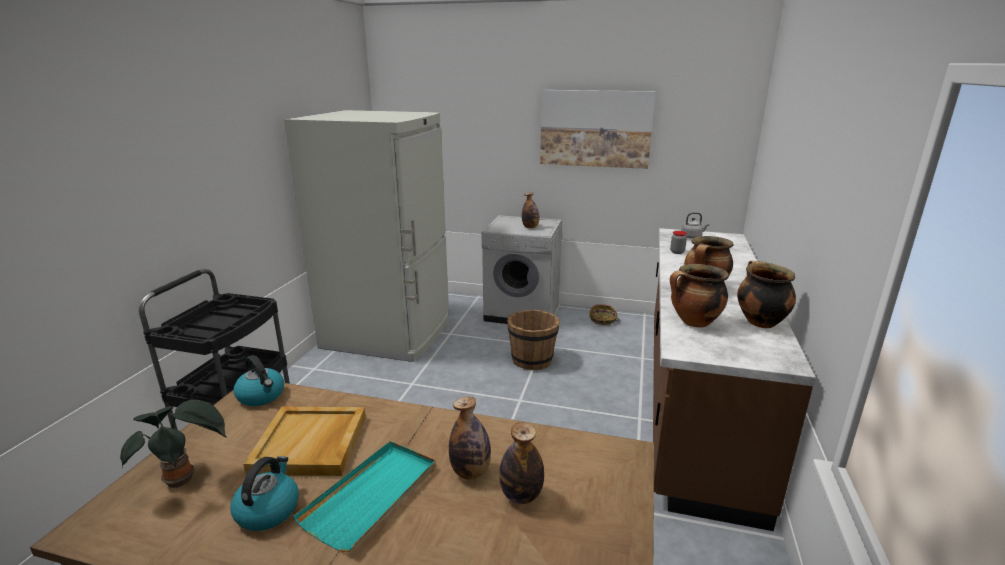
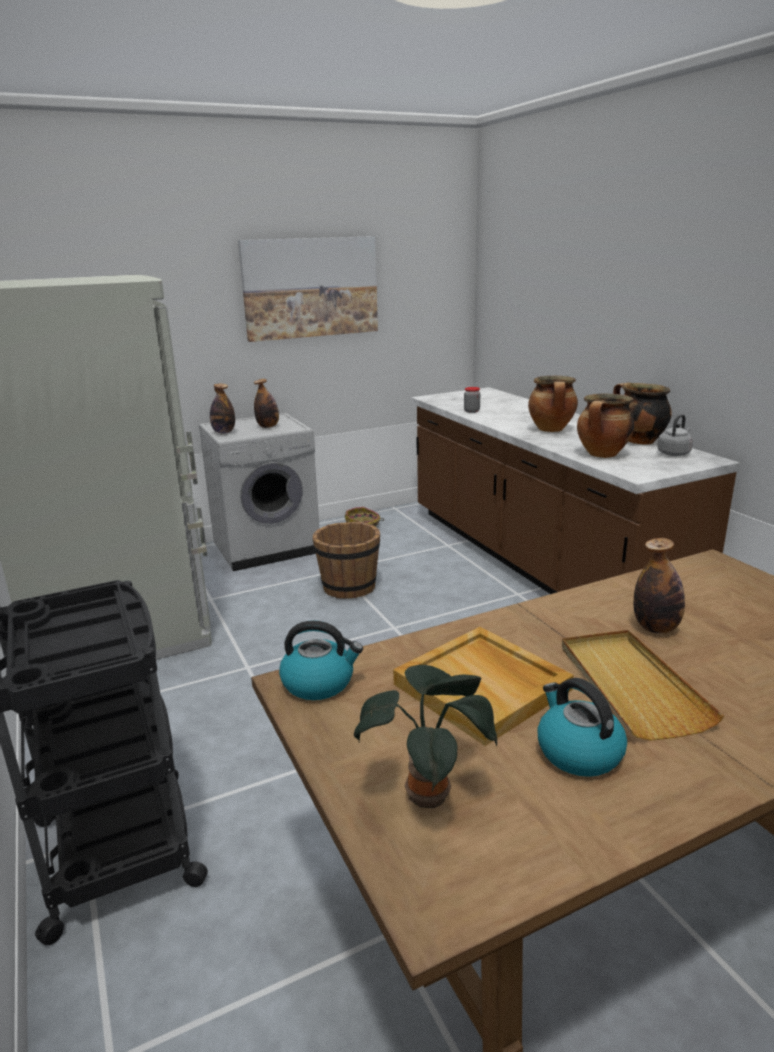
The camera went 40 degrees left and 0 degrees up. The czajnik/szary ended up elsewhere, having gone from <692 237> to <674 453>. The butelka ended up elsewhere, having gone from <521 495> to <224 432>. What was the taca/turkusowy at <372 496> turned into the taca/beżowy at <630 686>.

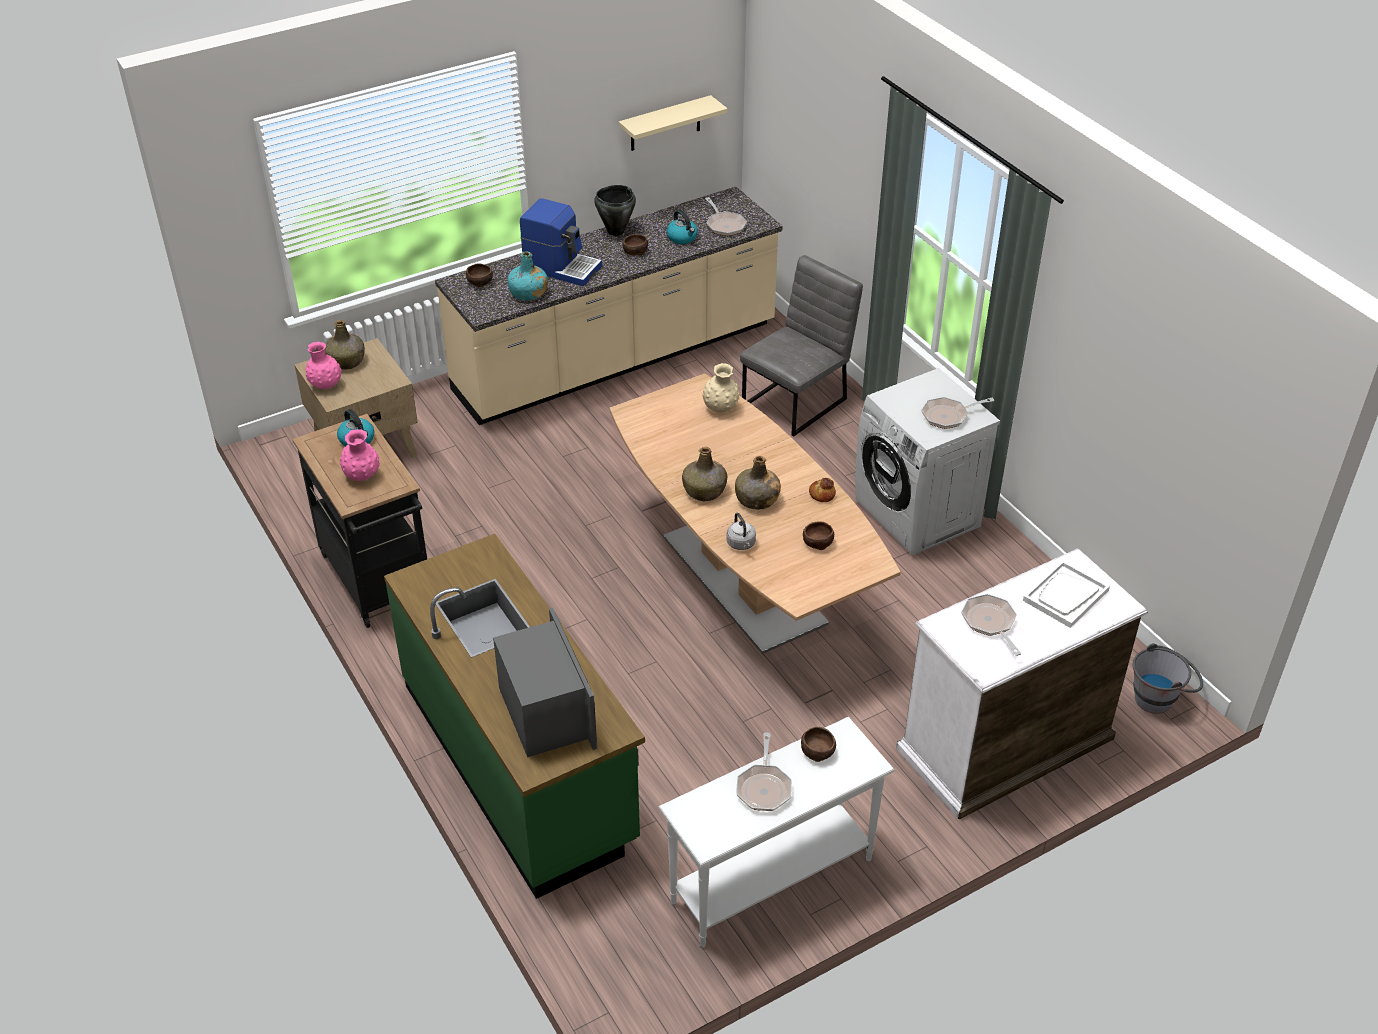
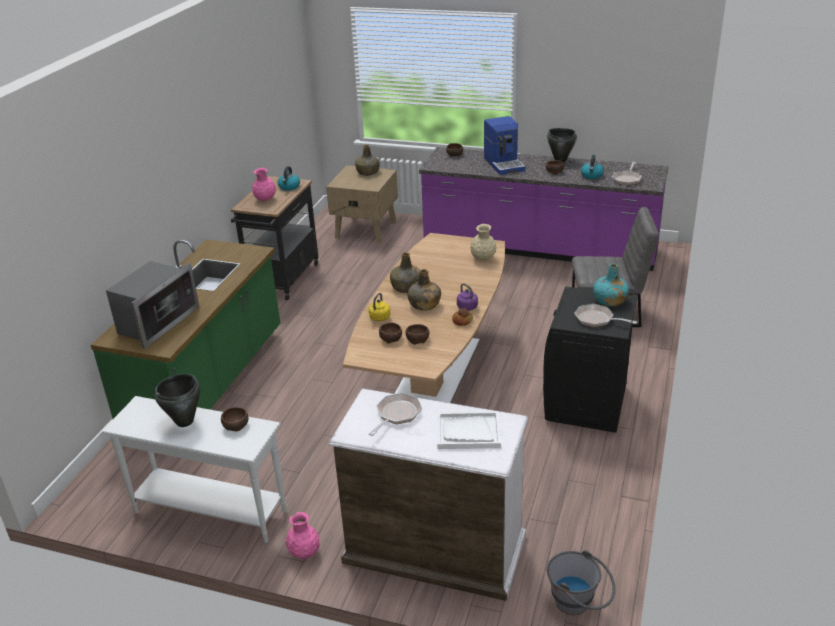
The camera went 50 degrees right and 10 degrees down. The second view lost the półka/beżowy at <665 124>. What was the zabudowa kuchenna/beżowy at <616 360> turned into the zabudowa kuchenna/fioletowy at <539 249>. The butelka/turkusowy ended up elsewhere, having gone from <528 293> to <609 300>. The wazon/różowy ended up elsewhere, having gone from <325 385> to <304 553>. What was the pralka/biały at <917 515> turned into the pralka/czarny at <585 404>. What was the czajnik/szary at <741 544> turned into the czajnik/żółty at <379 318>. Where the patelnia stood at <764 787>, the garnek/czarny came to stand at <185 421>. The second view gained the czajnik/fioletowy at <468 307>. The second view gained the miska/brązowy at <391 338>.

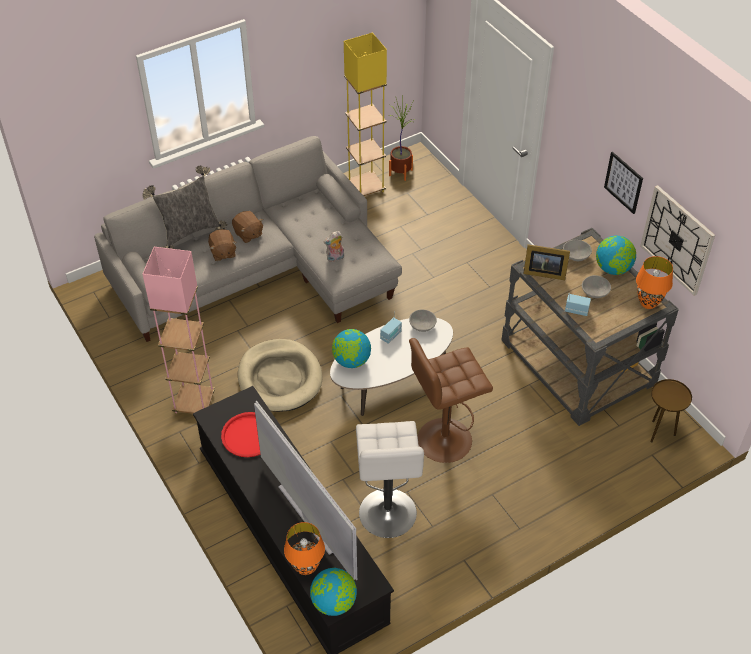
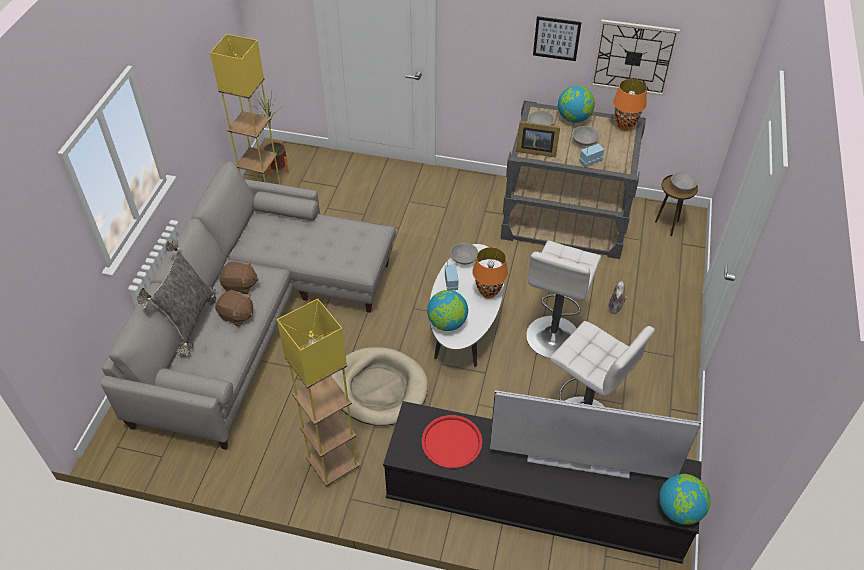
The camera went 45 degrees left and 0 degrees up. The pluszak ended up elsewhere, having gone from <335 258> to <616 308>. The ramka na zdjęcie at <543 272> ended up facing another way, 45 degrees clockwise from before. What was the lampa stojąca/różowy at <194 403> turned into the lampa stojąca/żółty at <333 465>. What was the stołek/brązowy at <443 440> turned into the stołek/biały at <552 337>. The lampa stołowa/pomarańczowy ended up elsewhere, having gone from <305 568> to <488 293>. The second view gained the miska/szary at <682 187>.

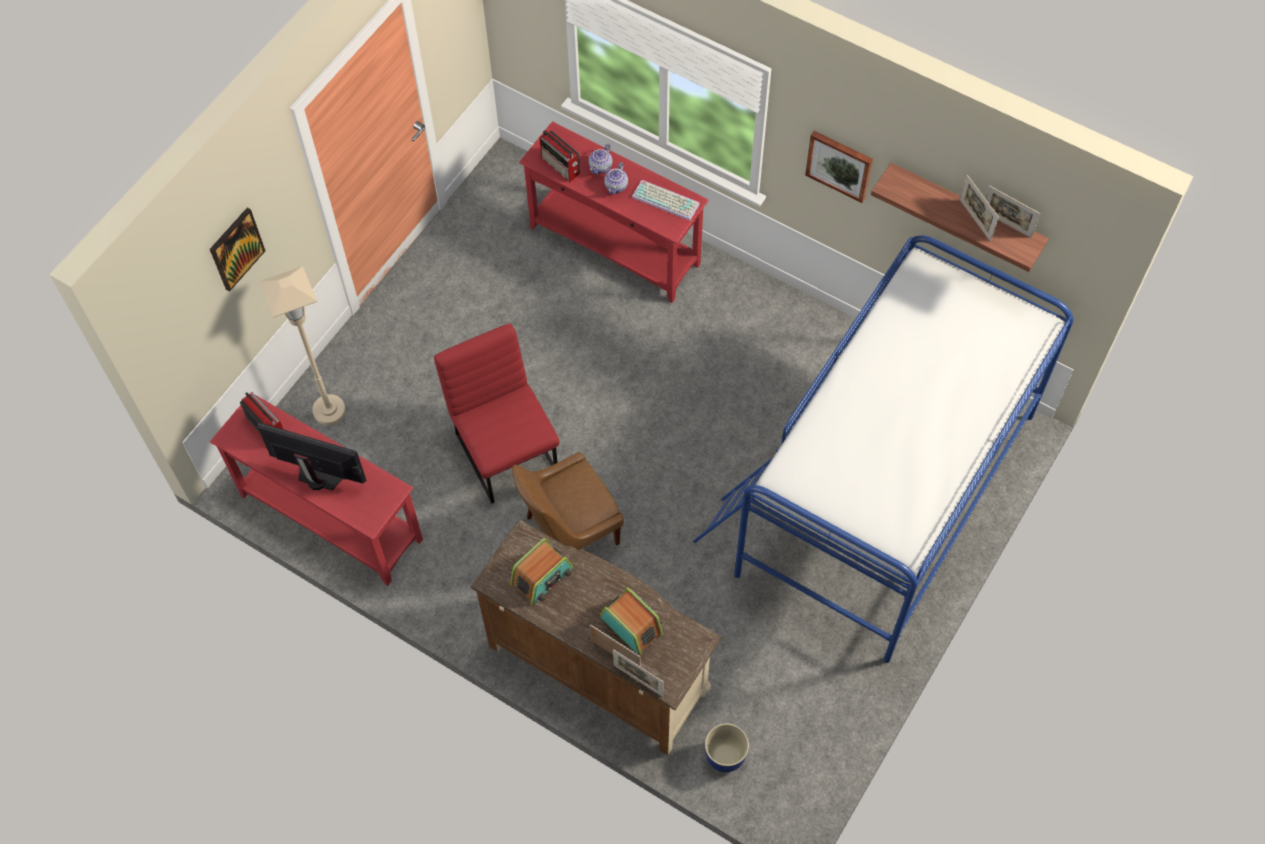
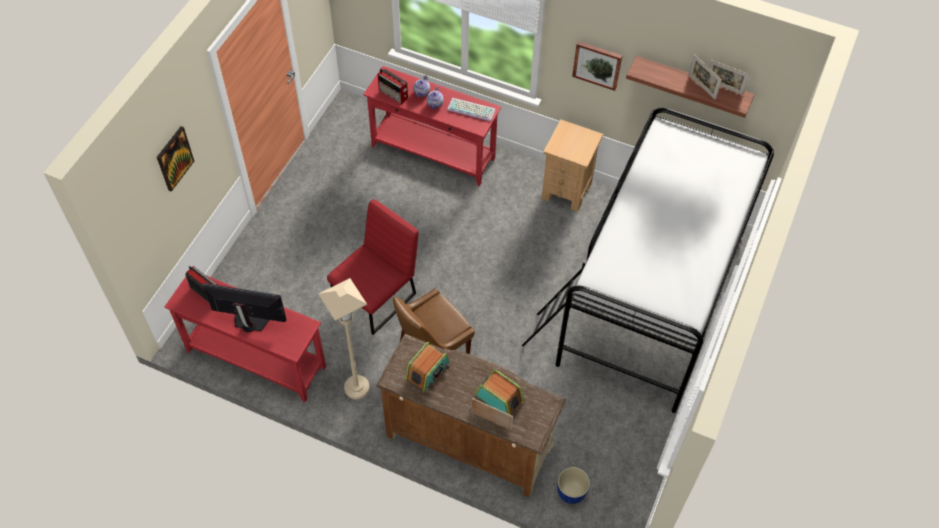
The camera went 10 degrees left and 5 degrees down. What was the łóżko/niebieski at <881 496> turned into the łóżko/czarny at <649 299>. The lampa stojąca/beżowy ended up elsewhere, having gone from <329 411> to <357 388>. The krzesło/czerwony at <506 450> ended up facing another way, 75 degrees clockwise from before. The second view lost the ramka na zdjęcie at <638 680>. The second view gained the szafka nocna/beżowy at <566 191>.

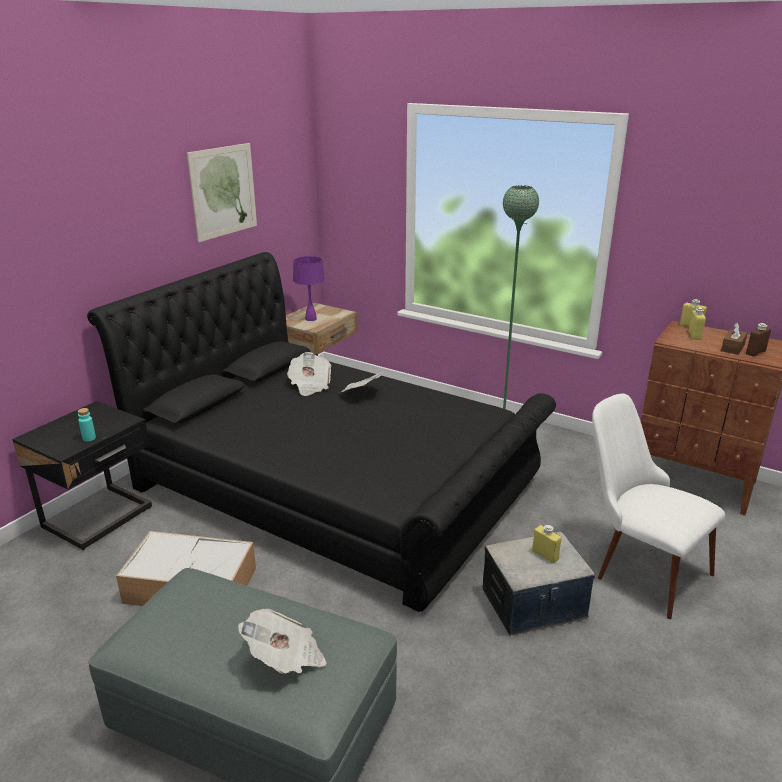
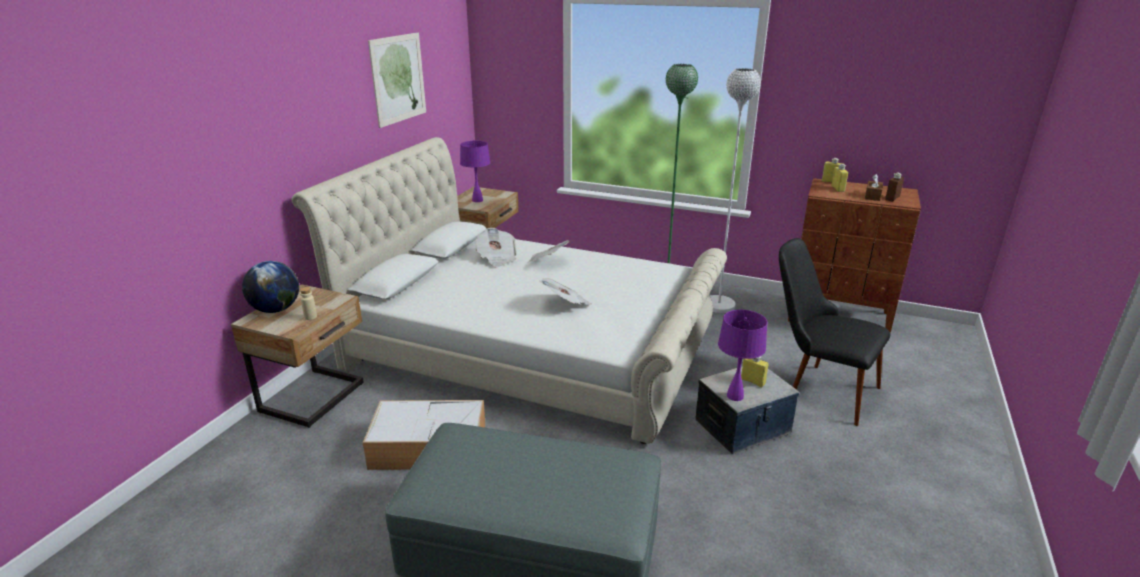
The camera went 10 degrees left and 0 degrees up. What was the łóżko/czarny at <334 482> turned into the łóżko/beżowy at <530 345>. What was the krzesło/biały at <637 566> turned into the krzesło/czarny at <817 388>. What was the szafka nocna/czarny at <100 518> turned into the szafka nocna/beżowy at <315 398>. What was the butelka/turkusowy at <89 438> turned into the butelka/beżowy at <310 317>. The gazeta ended up elsewhere, having gone from <285 658> to <566 304>. The second view gained the lampa stojąca/biały at <719 305>. The second view gained the globus at <276 310>. The second view gained the lampa stołowa/fioletowy at <735 396>.

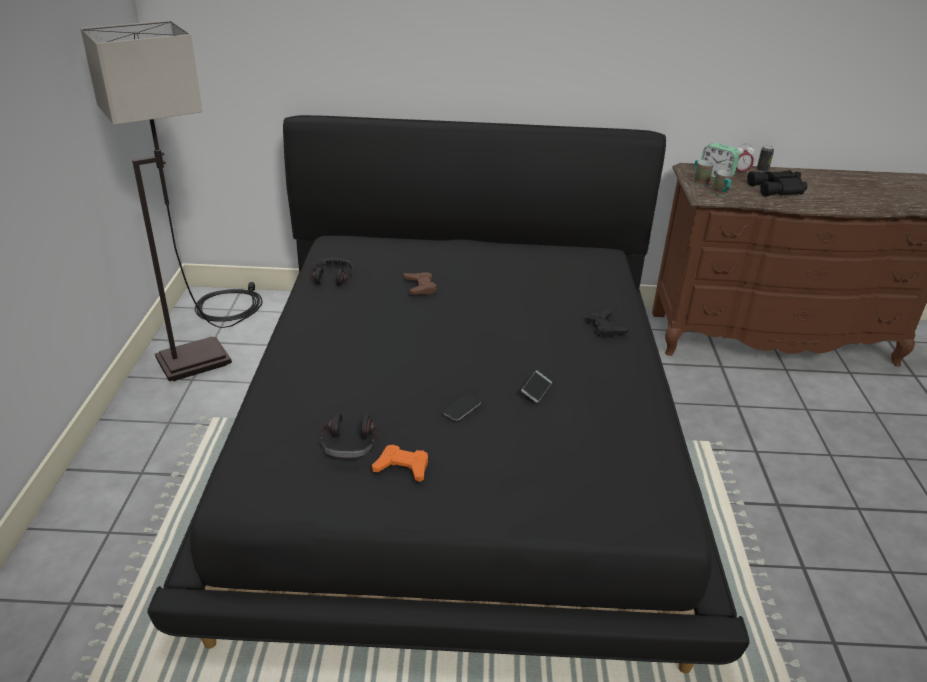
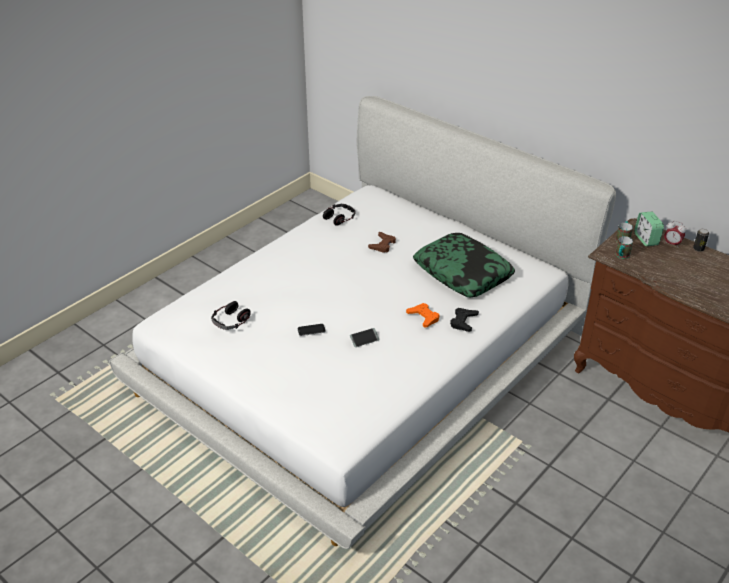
The camera went 40 degrees right and 5 degrees up. The second view lost the lampa stojąca at <215 330>. What was the łóżko/czarny at <459 436> turned into the łóżko/biały at <364 356>. The second view lost the lornetka/czarny at <777 189>. The pad do gier/pomarańczowy ended up elsewhere, having gone from <402 467> to <423 317>. The second view gained the poduszka at <463 273>.

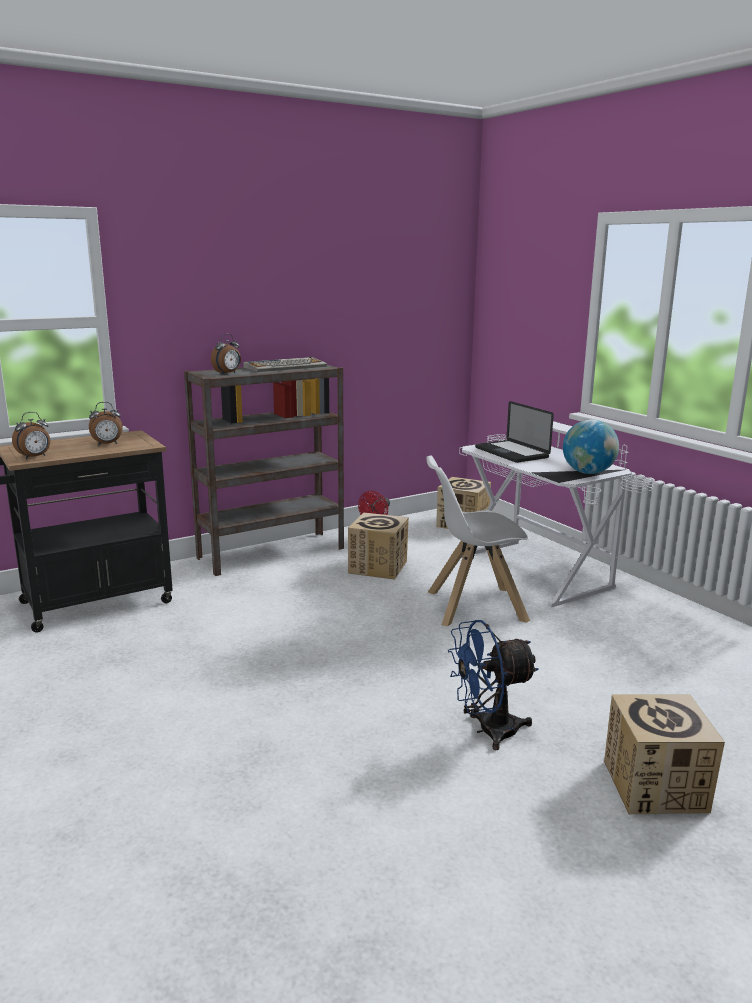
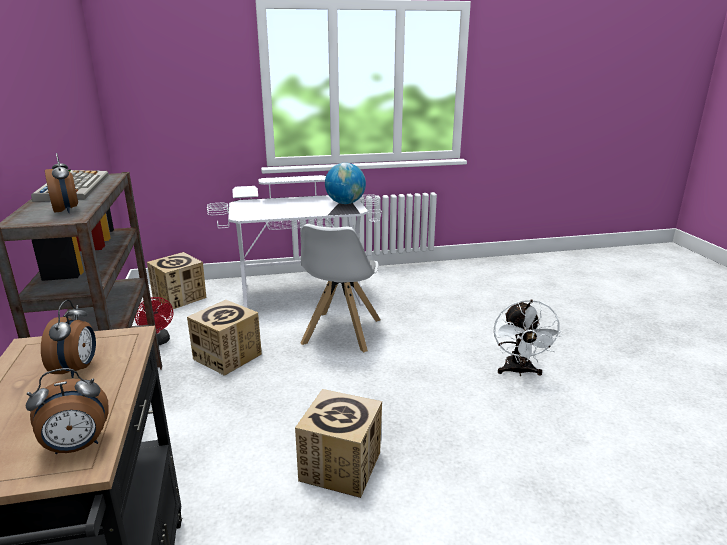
The camera went 70 degrees left and 5 degrees up. The second view lost the laptop at <511 453>. The budzik at <35 457> ended up facing another way, 90 degrees clockwise from before. What was the wentylator/niebieski at <488 731> turned into the wentylator/biały at <519 371>. The karton ended up elsewhere, having gone from <655 786> to <341 466>.

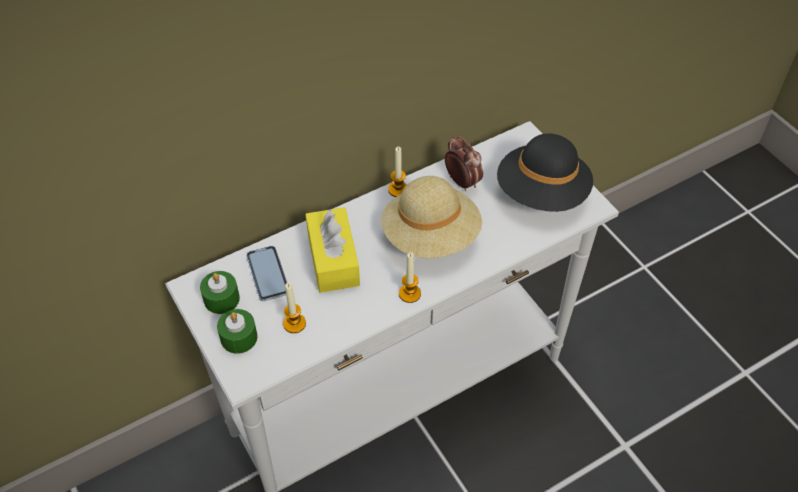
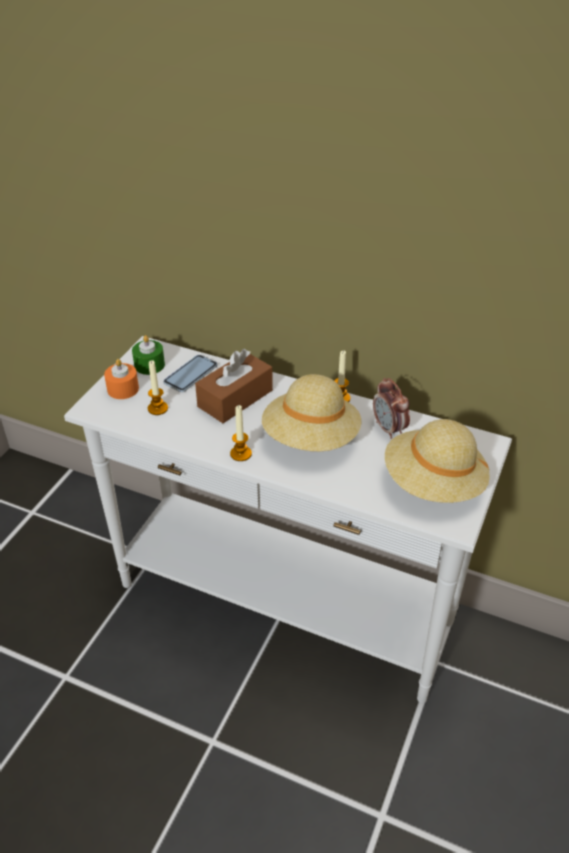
The camera went 55 degrees right and 10 degrees down. What was the kapelusz/czarny at <542 193> turned into the kapelusz/beżowy at <433 483>. The budzik at <462 182> ended up facing another way, 135 degrees clockwise from before. What was the pudełko chusteczek/żółty at <333 259> turned into the pudełko chusteczek/brązowy at <235 398>. What was the świeca/zielony at <239 337> turned into the świeca/pomarańczowy at <123 389>.

